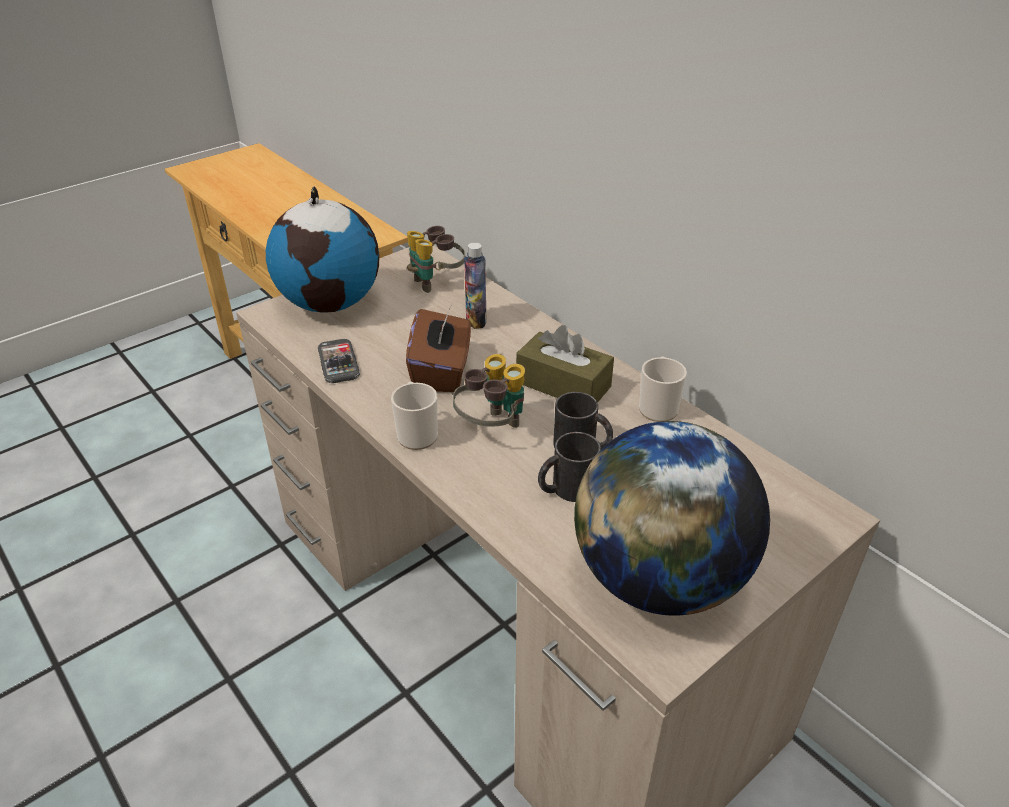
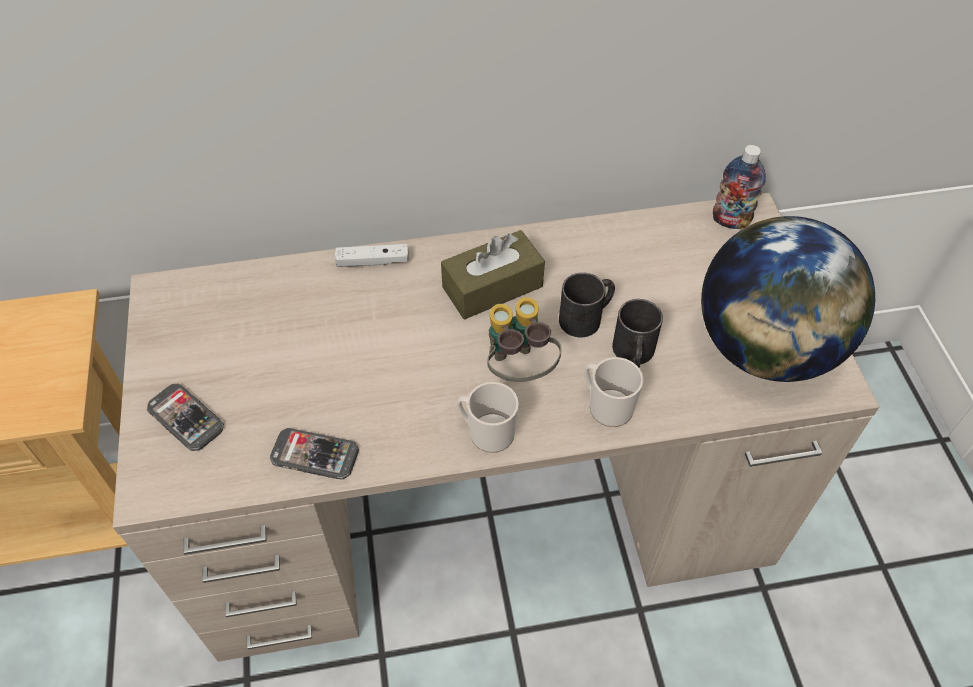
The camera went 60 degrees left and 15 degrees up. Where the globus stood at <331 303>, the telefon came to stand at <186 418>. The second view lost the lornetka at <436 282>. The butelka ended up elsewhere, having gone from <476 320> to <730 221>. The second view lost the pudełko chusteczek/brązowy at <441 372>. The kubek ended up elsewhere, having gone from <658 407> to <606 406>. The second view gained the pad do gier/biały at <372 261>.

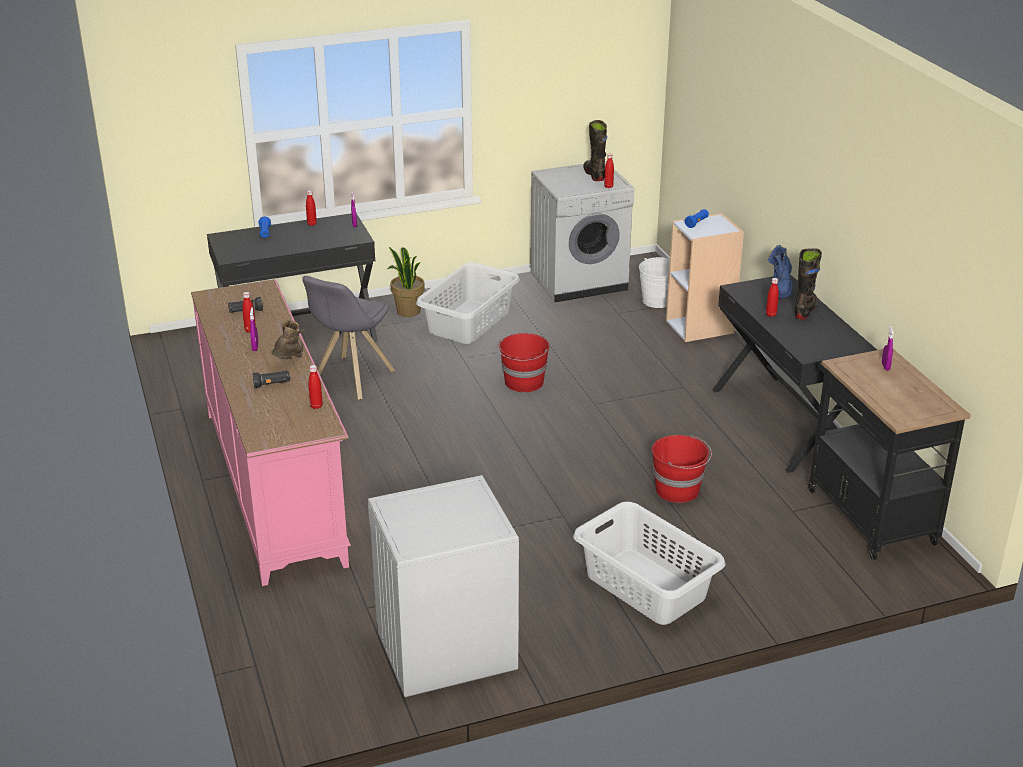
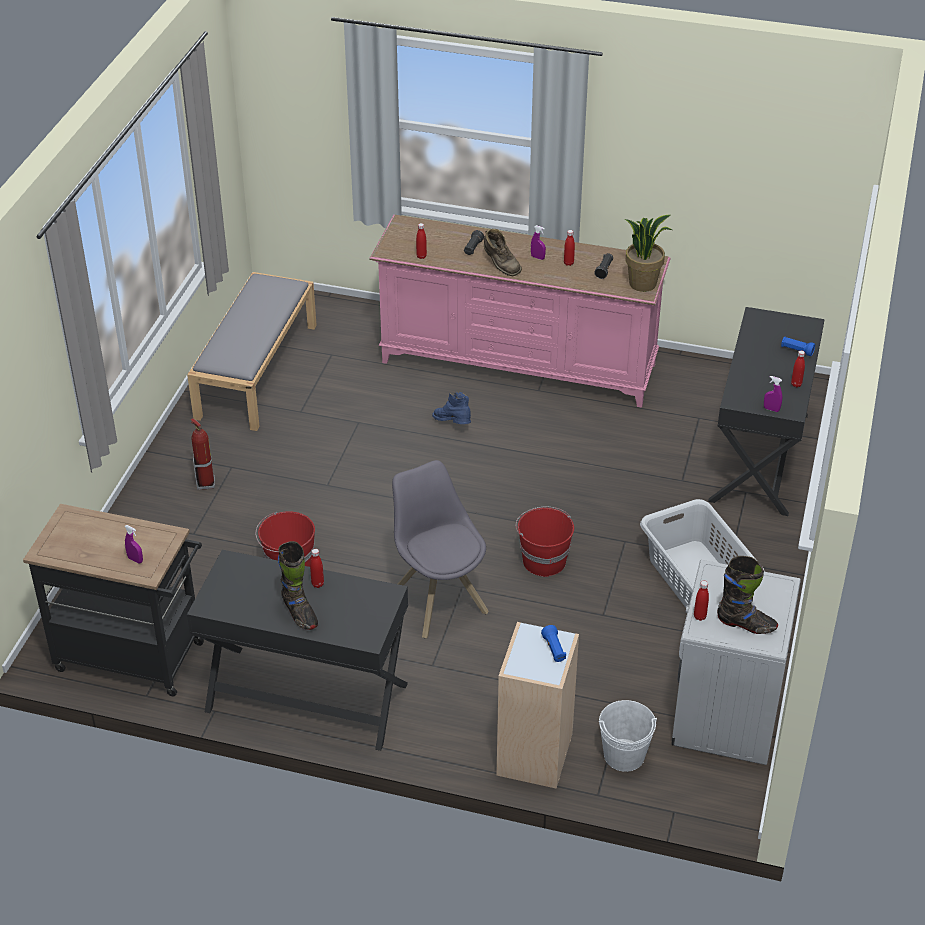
The camera went 125 degrees right and 10 degrees up. The but z cholewką/niebieski ended up elsewhere, having gone from <780 288> to <453 424>. The roślina doniczkowa ended up elsewhere, having gone from <408 311> to <643 283>. The krzesło/szary ended up elsewhere, having gone from <351 378> to <438 601>. Where the pralka/biały stood at <445 648>, the ławka/szary came to stand at <256 370>. Where the kosz na pranie/szary stood at <645 587>, the gaśnica came to stand at <206 483>.

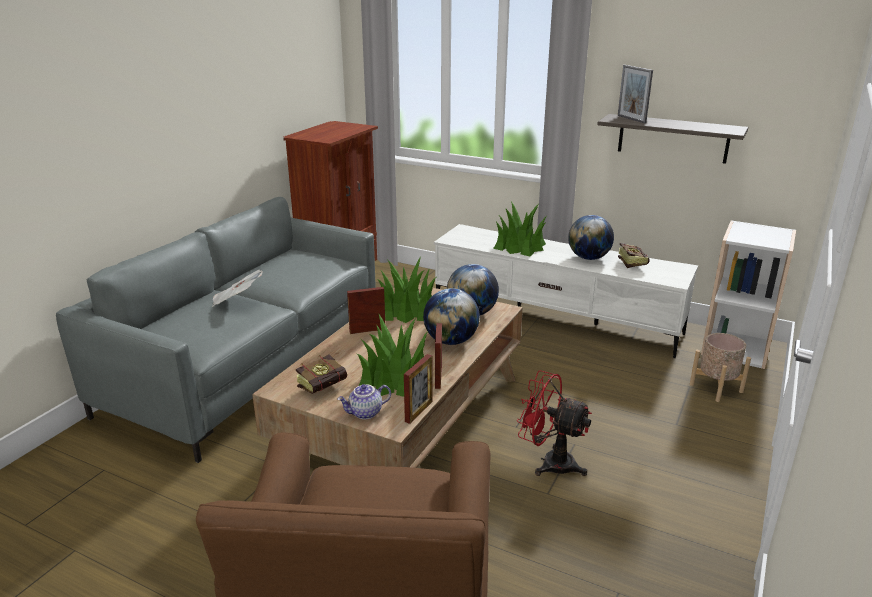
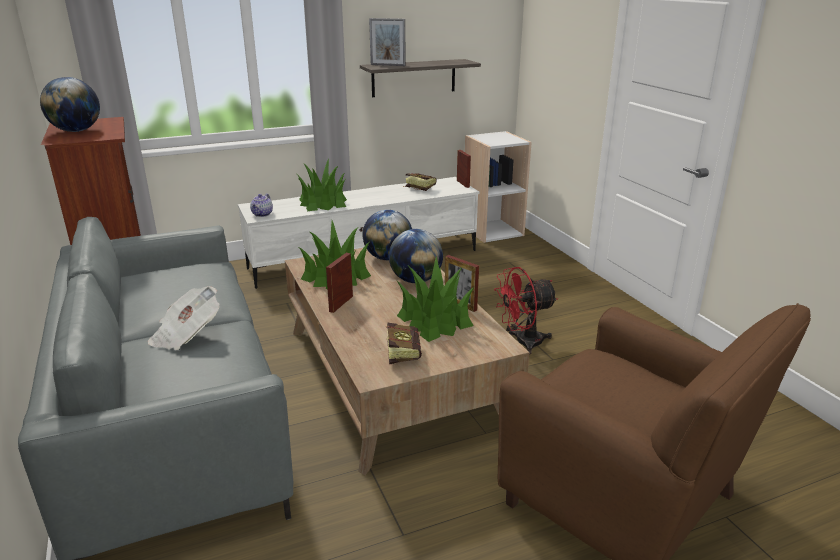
The camera went 50 degrees left and 0 degrees up. The globus ended up elsewhere, having gone from <588 258> to <76 131>. The second view lost the donica/beżowy at <716 388>. The ramka na zdjęcie ended up elsewhere, having gone from <418 411> to <463 184>. The imbryk ended up elsewhere, having gone from <365 413> to <262 214>.

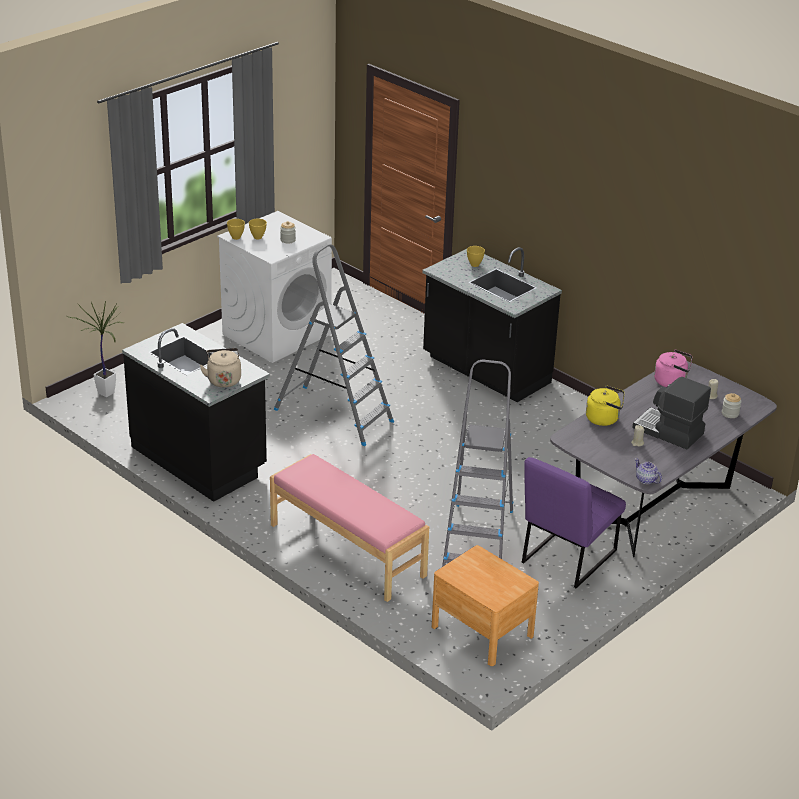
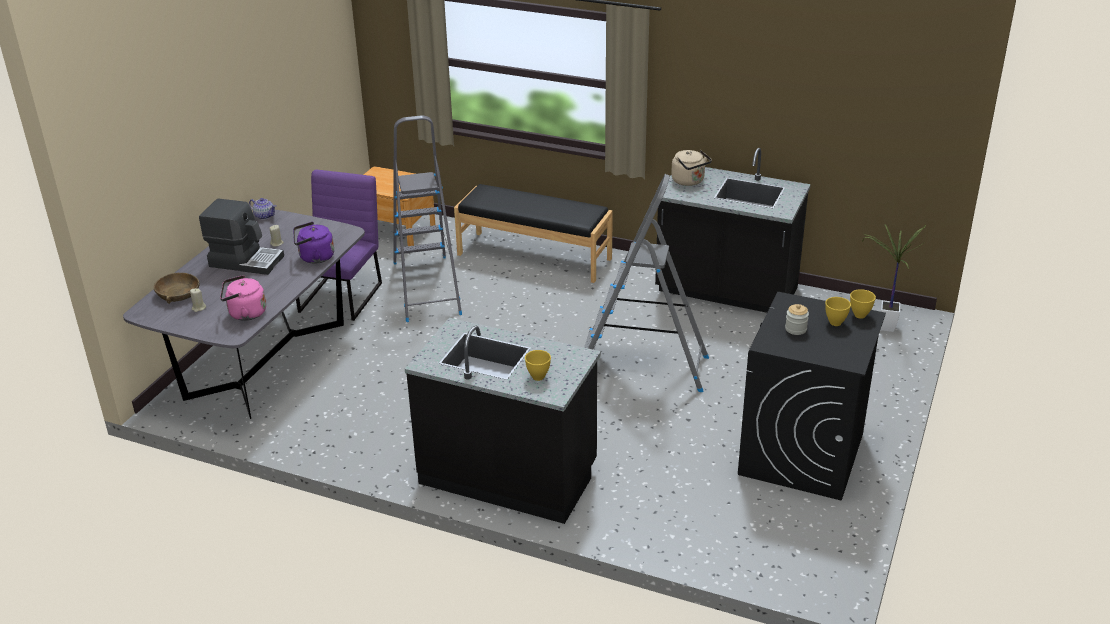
The camera went 160 degrees right and 0 degrees up. What was the pralka/biały at <277 334> turned into the pralka/czarny at <802 454>. What was the czajnik/żółty at <604 419> turned into the czajnik/fioletowy at <314 258>. Where the słoik stood at <730 413>, the miska/brązowy came to stand at <178 294>. What was the ławka/różowy at <346 550> turned into the ławka/czarny at <534 256>.

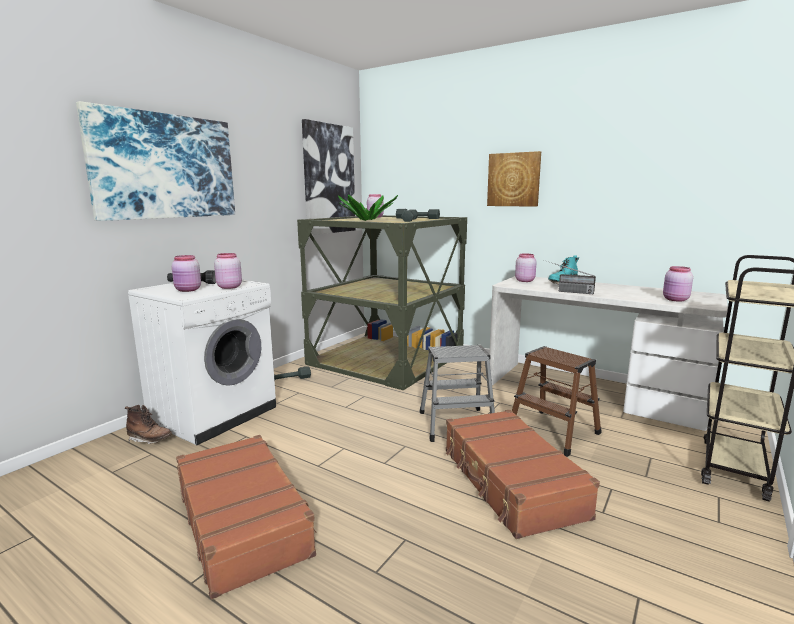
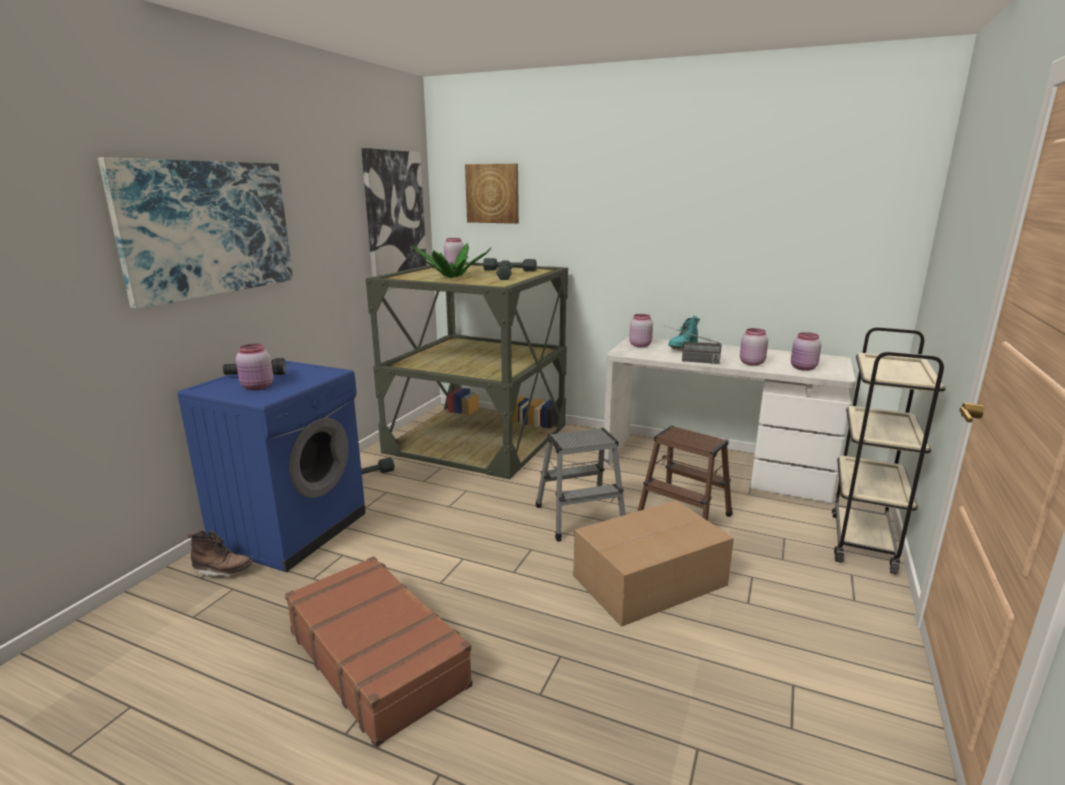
The camera went 10 degrees left and 5 degrees up. The obraz ended up elsewhere, having gone from <514 179> to <493 193>. The słoik/różowy ended up elsewhere, having gone from <228 287> to <751 363>. What was the pralka/biały at <215 415> turned into the pralka/niebieski at <294 530>. Where the walizka/brązowy stood at <510 482>, the karton came to stand at <652 580>.

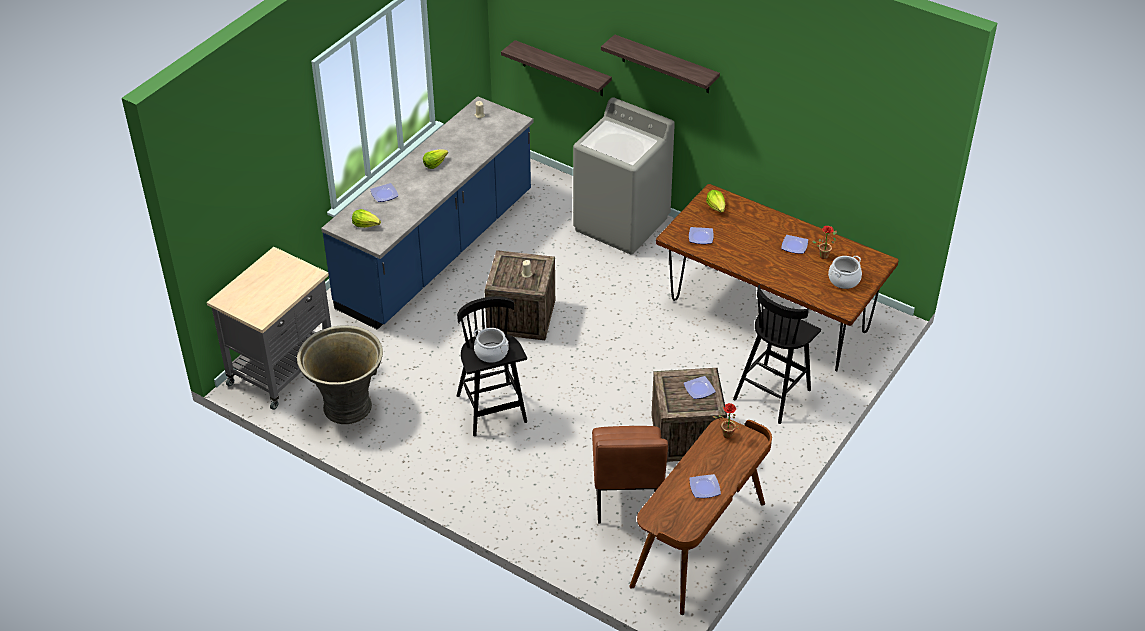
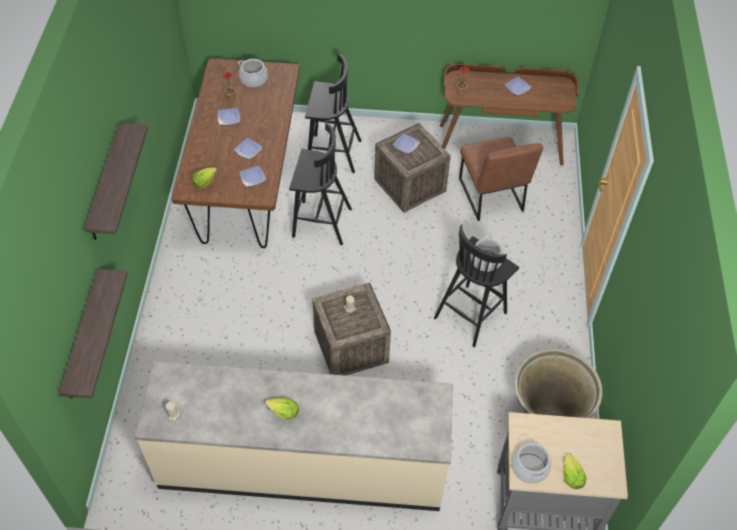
The camera went 120 degrees left and 10 degrees up. What was the zabudowa kuchenna/niebieski at <437 251> turned into the zabudowa kuchenna/beżowy at <302 464>. The second view lost the pralka/szary at <622 224>. The talerz ended up elsewhere, having gone from <384 195> to <249 150>. The sałata ended up elsewhere, having gone from <366 225> to <571 476>. The krzesło/brązowy at <626 496> ended up facing another way, 105 degrees clockwise from before. The second view gained the stołek/czarny at <319 222>. The second view gained the garnek at <530 468>.

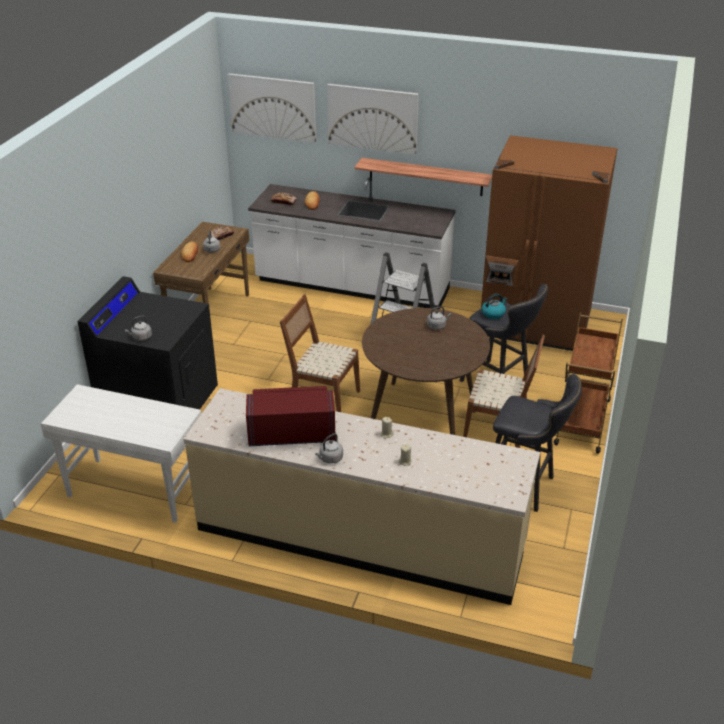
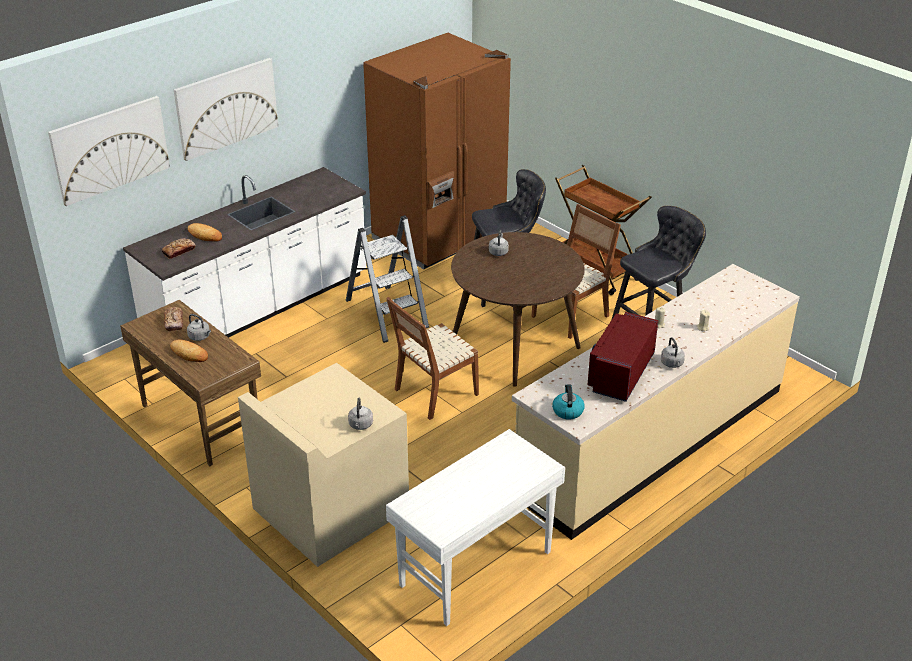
The camera went 60 degrees left and 0 degrees up. The second view lost the półka at <425 177>. What was the pralka/czarny at <159 400> turned into the pralka/beżowy at <331 508>. The czajnik ended up elsewhere, having gone from <493 313> to <567 411>.

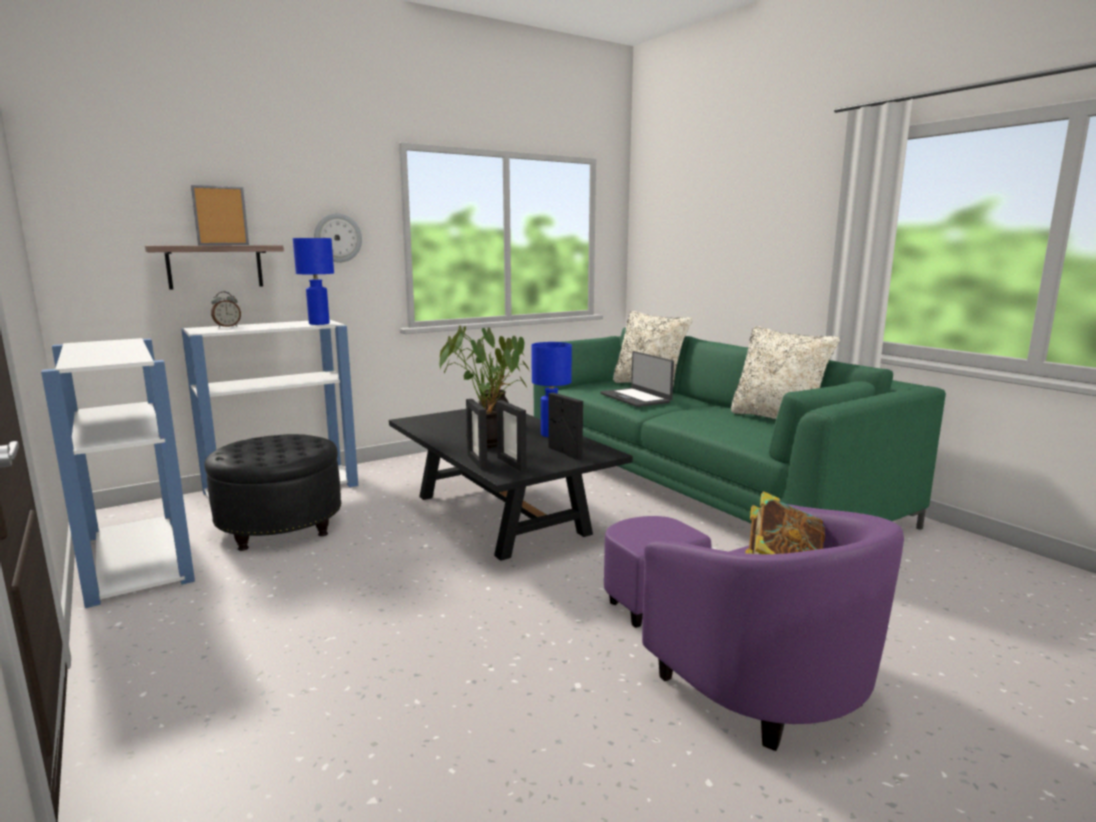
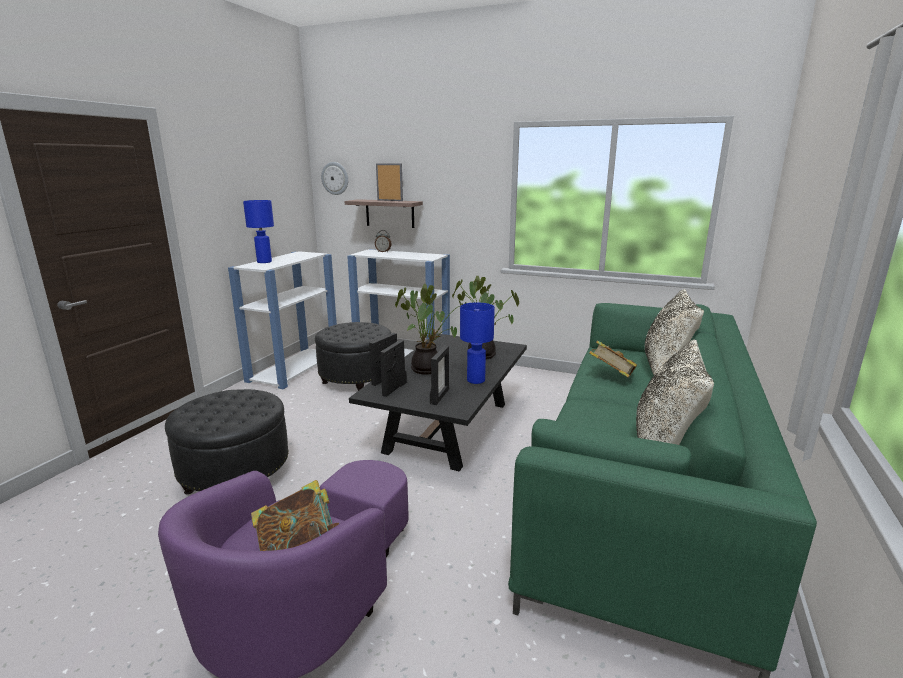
The camera went 55 degrees right and 5 degrees up. The zegar ścienny ended up elsewhere, having gone from <337 238> to <335 178>. The lampa stołowa/niebieski ended up elsewhere, having gone from <319 324> to <264 262>. Where the laptop stood at <636 398>, the książka came to stand at <611 377>. The second view gained the pufa/czarny at <236 474>.

